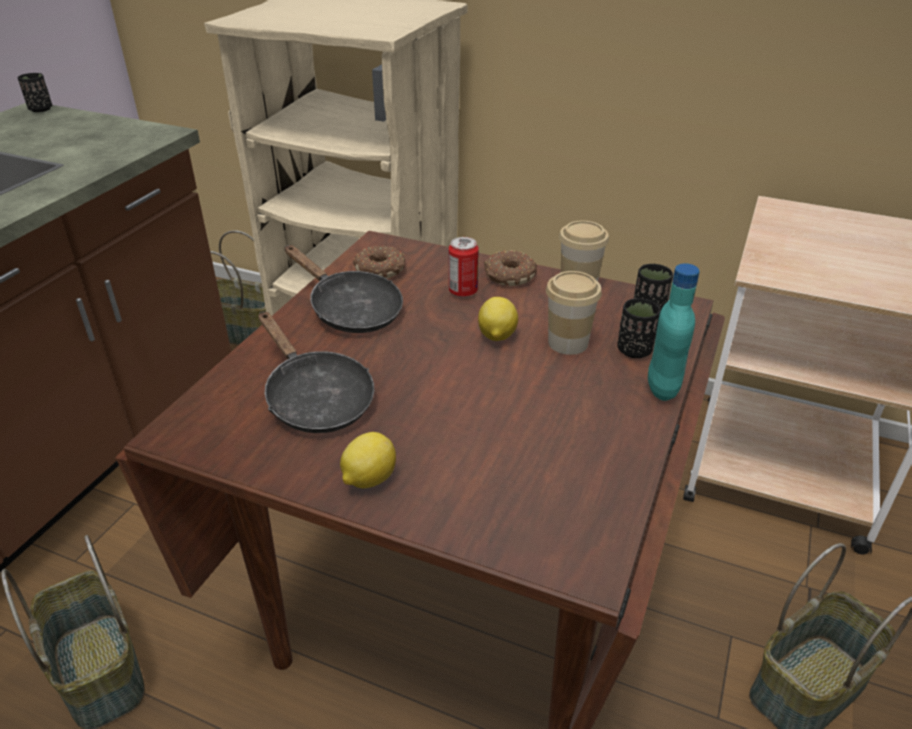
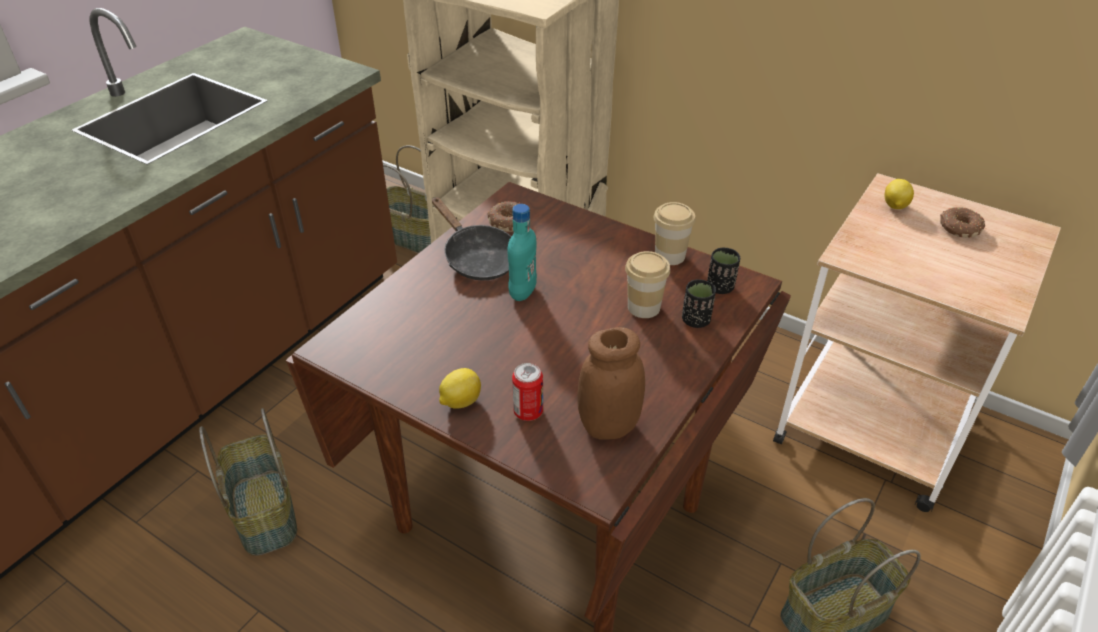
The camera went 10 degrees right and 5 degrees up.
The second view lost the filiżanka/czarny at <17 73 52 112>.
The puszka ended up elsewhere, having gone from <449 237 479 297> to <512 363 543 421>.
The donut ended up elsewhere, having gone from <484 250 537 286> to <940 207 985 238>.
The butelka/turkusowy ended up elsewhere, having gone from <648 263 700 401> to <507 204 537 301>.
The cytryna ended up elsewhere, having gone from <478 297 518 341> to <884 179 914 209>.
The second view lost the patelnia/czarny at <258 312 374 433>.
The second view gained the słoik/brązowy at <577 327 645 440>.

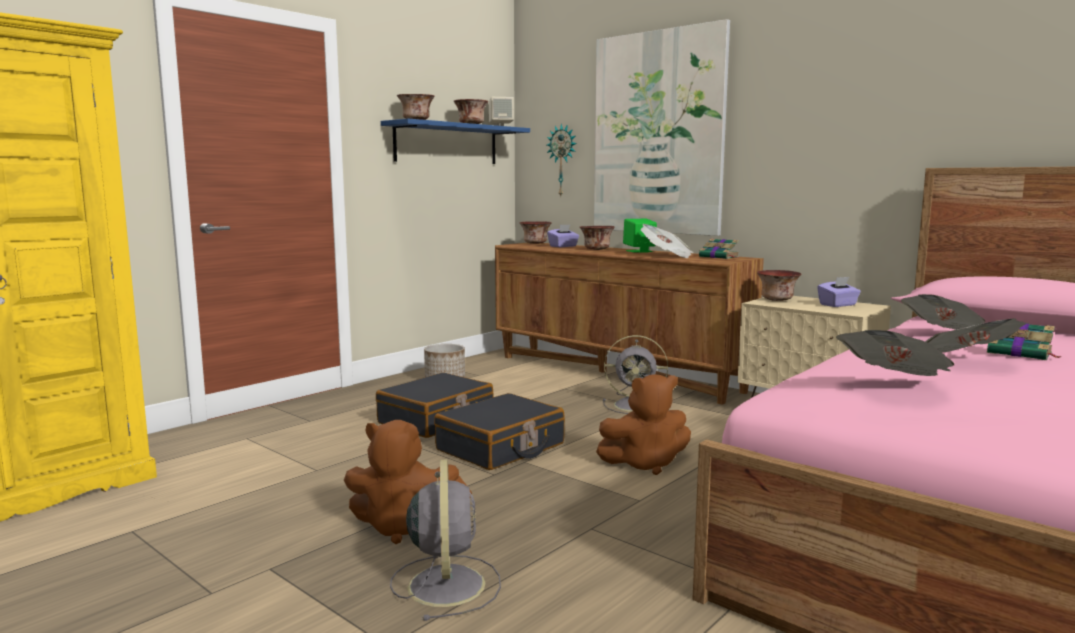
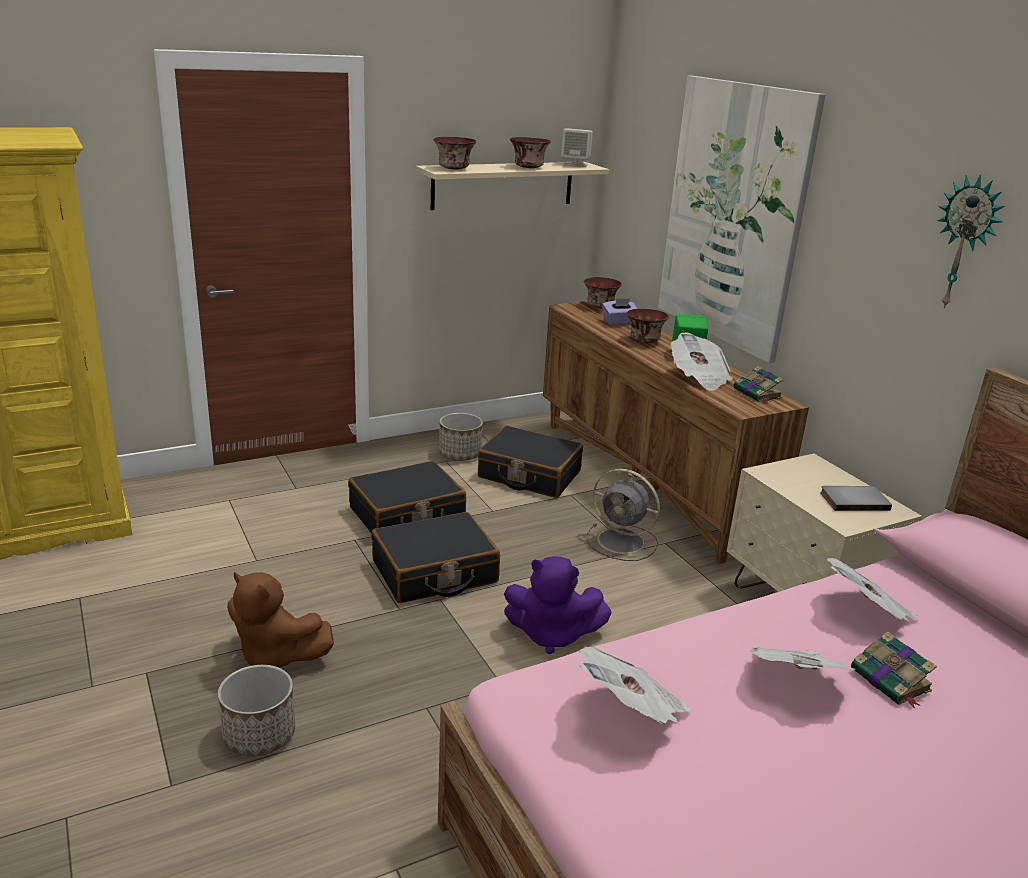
The camera went 20 degrees right and 15 degrees up.
What was the półka/niebieski at <381 119 530 164> turned into the półka/beżowy at <416 162 609 210>.
The zegar ścienny ended up elsewhere, having gone from <547 123 577 196> to <937 175 1005 309>.
The second view lost the miska at <757 270 801 301>.
Where the pudełko chusteczek/fioletowy stood at <817 277 861 307>, the książka/szary came to stand at <820 486 892 511>.
What was the pluszak/brązowy at <596 374 691 475> turned into the pluszak/fioletowy at <504 557 612 654>.
Where the wentylator/szary stood at <390 459 501 621>, the donica came to stand at <218 665 295 756>.
The second view gained the walizka/czarny at <478 426 583 498>.

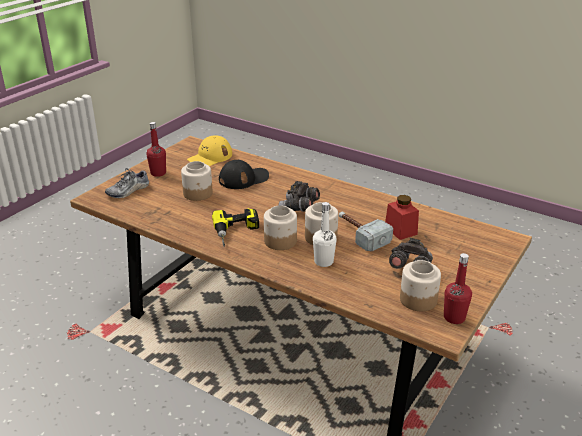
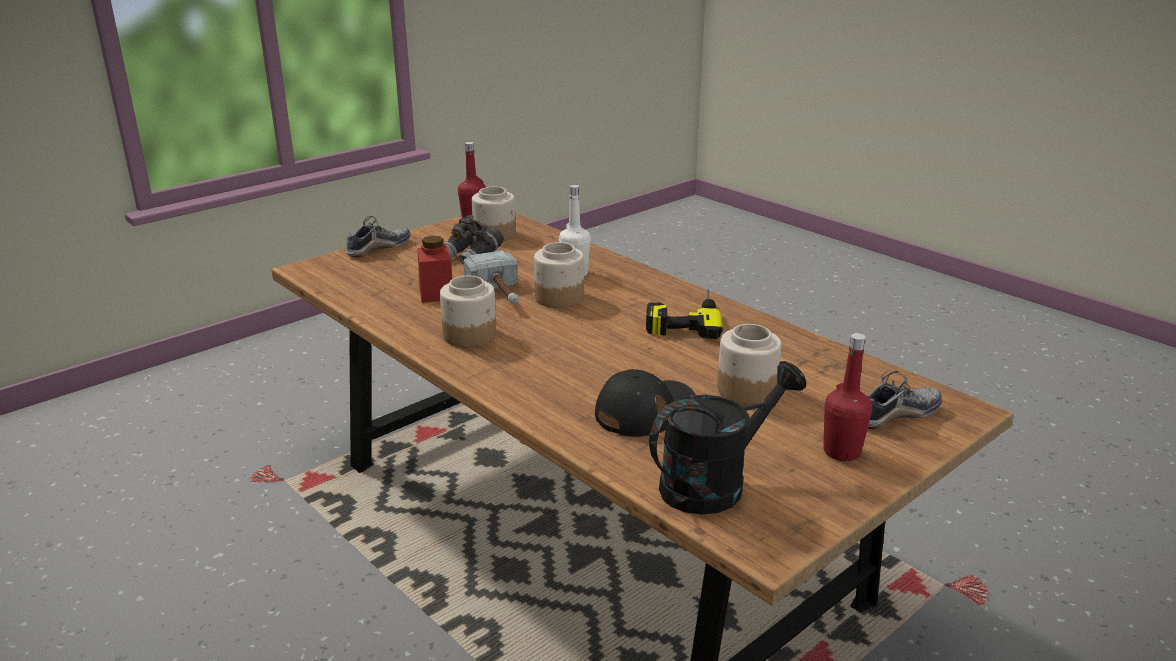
The camera went 165 degrees left and 5 degrees down.
Where the czapka z daszkiem/żółty stood at <187 135 232 166>, the konewka/czarny came to stand at <649 361 806 515>.
The czapka z daszkiem/czarny at <219 160 269 189> ended up facing another way, 150 degrees clockwise from before.
The second view lost the lornetka/szary at <279 181 320 212>.
The słoik ended up elsewhere, having gone from <264 205 297 250> to <440 276 496 347>.
The second view gained the but at <346 216 410 257>.

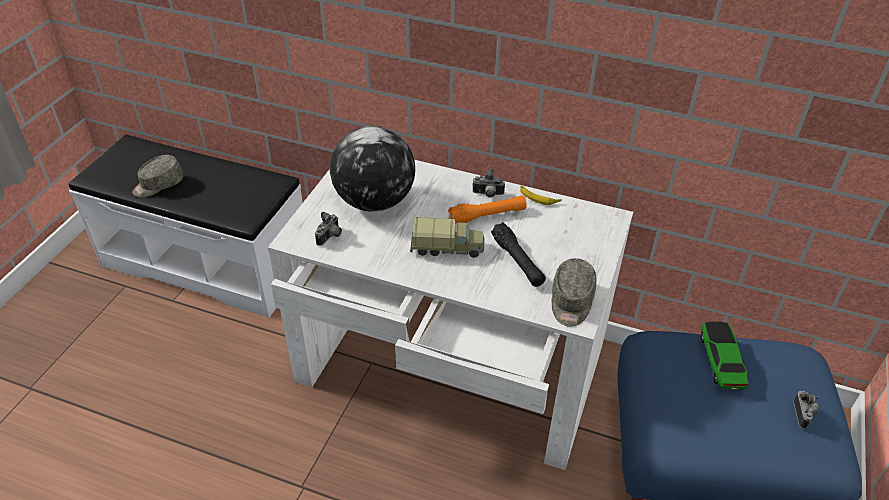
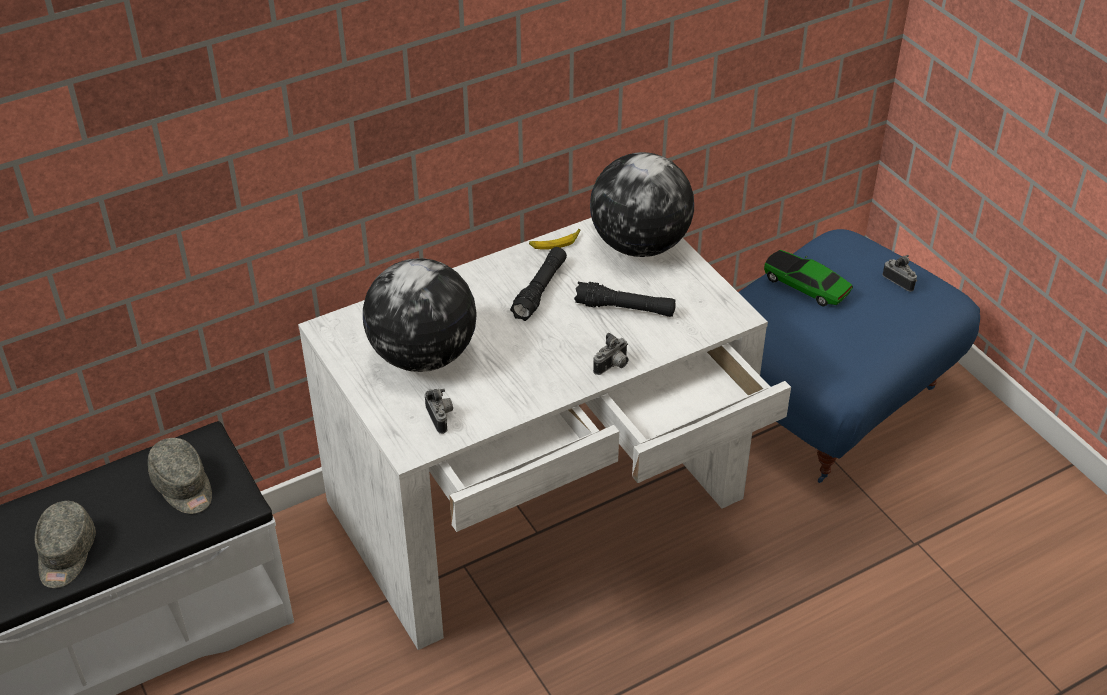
The camera went 50 degrees left and 0 degrees up.
The aparat fotograficzny ended up elsewhere, having gone from <472 169 505 197> to <593 333 629 375>.
What was the latarka/pomarańczowy at <448 196 527 224> turned into the latarka/czarny at <510 247 567 321>.
The second view lost the ciężarówka zabawkowa at <410 217 484 258>.
The czapka z daszkiem/szary ended up elsewhere, having gone from <552 258 596 327> to <148 438 212 514>.
The second view gained the globus at <590 152 694 257>.

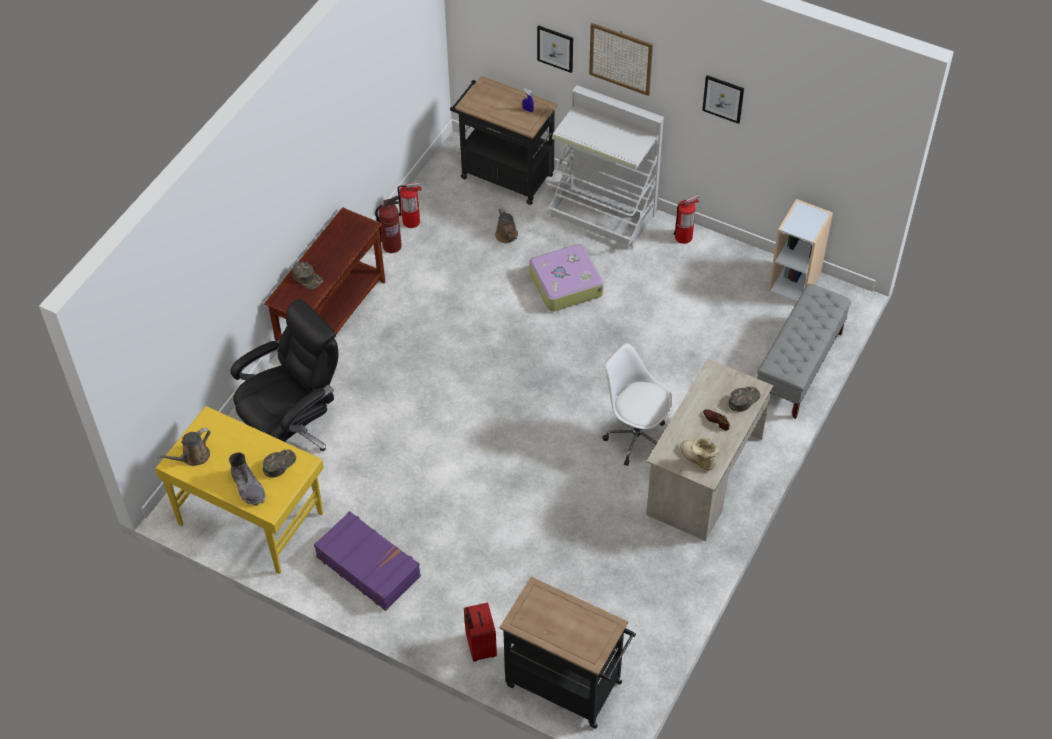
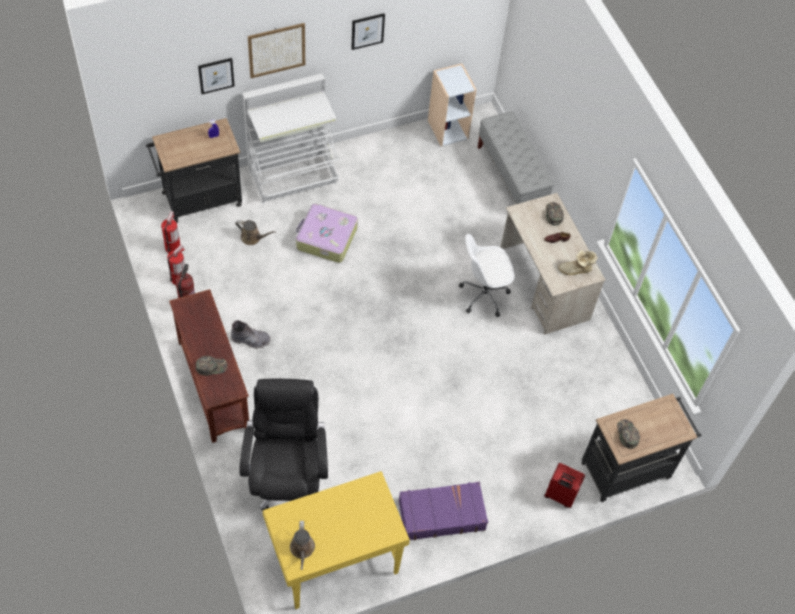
The camera went 55 degrees left and 5 degrees up.
The gaśnica ended up elsewhere, having gone from <673 195 699 244> to <161 211 180 253>.
The czapka z daszkiem/zielony ended up elsewhere, having gone from <263 449 296 478> to <617 419 640 449>.
The but z cholewką/szary ended up elsewhere, having gone from <229 452 265 506> to <231 320 271 349>.

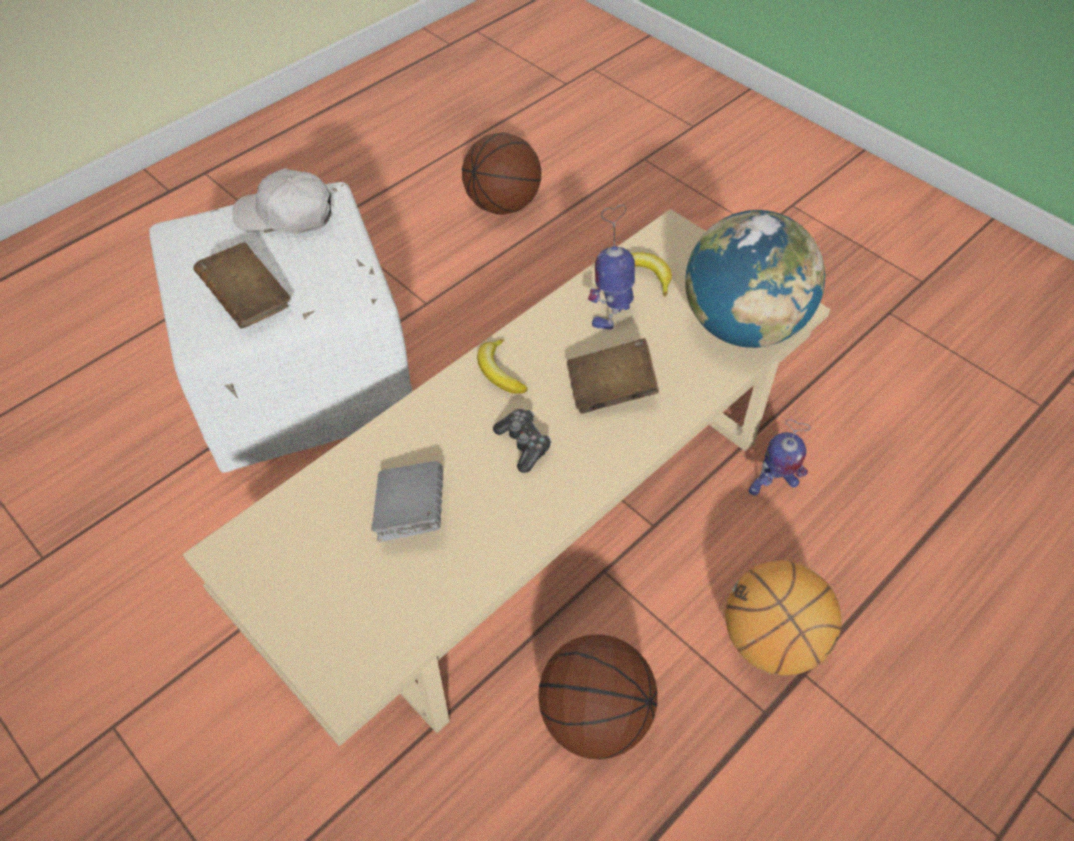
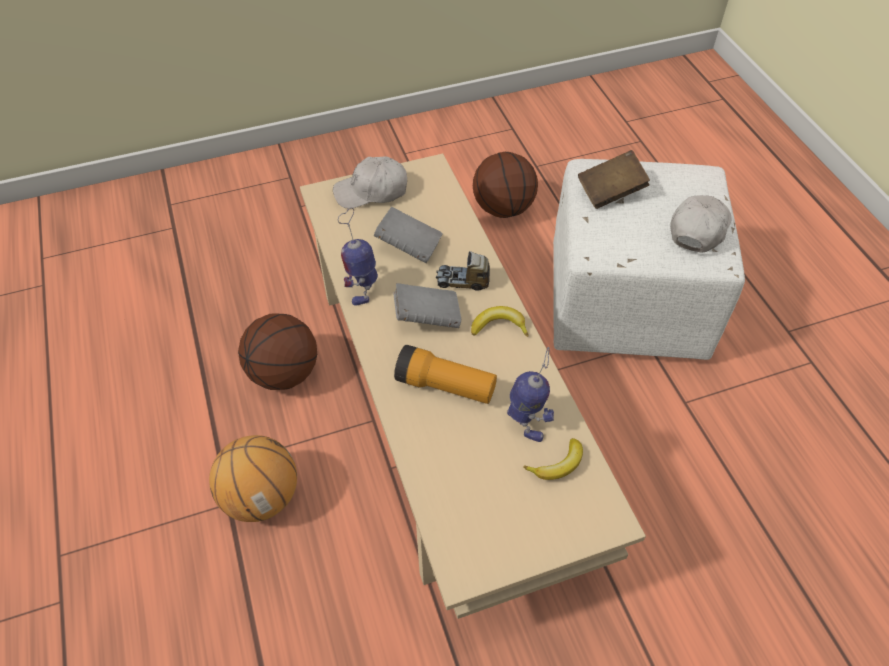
The camera went 115 degrees right and 0 degrees up.
The piłka do koszykówki ended up elsewhere, having gone from <462 133 541 215> to <473 152 538 218>.
The second view lost the globus at <685 210 825 348>.
Where the książka/brązowy stood at <567 338 659 413>, the latarka came to stand at <394 345 497 404>.
Where the pad do gier stood at <493 409 551 473>, the książka/szary came to stand at <393 283 461 328>.
The robot zabawkowy ended up elsewhere, having gone from <749 419 811 496> to <338 208 378 305>.
The second view gained the czapka z daszkiem/biały at <333 156 407 209>.
The second view gained the ciężarówka zabawkowa at <436 251 490 290>.

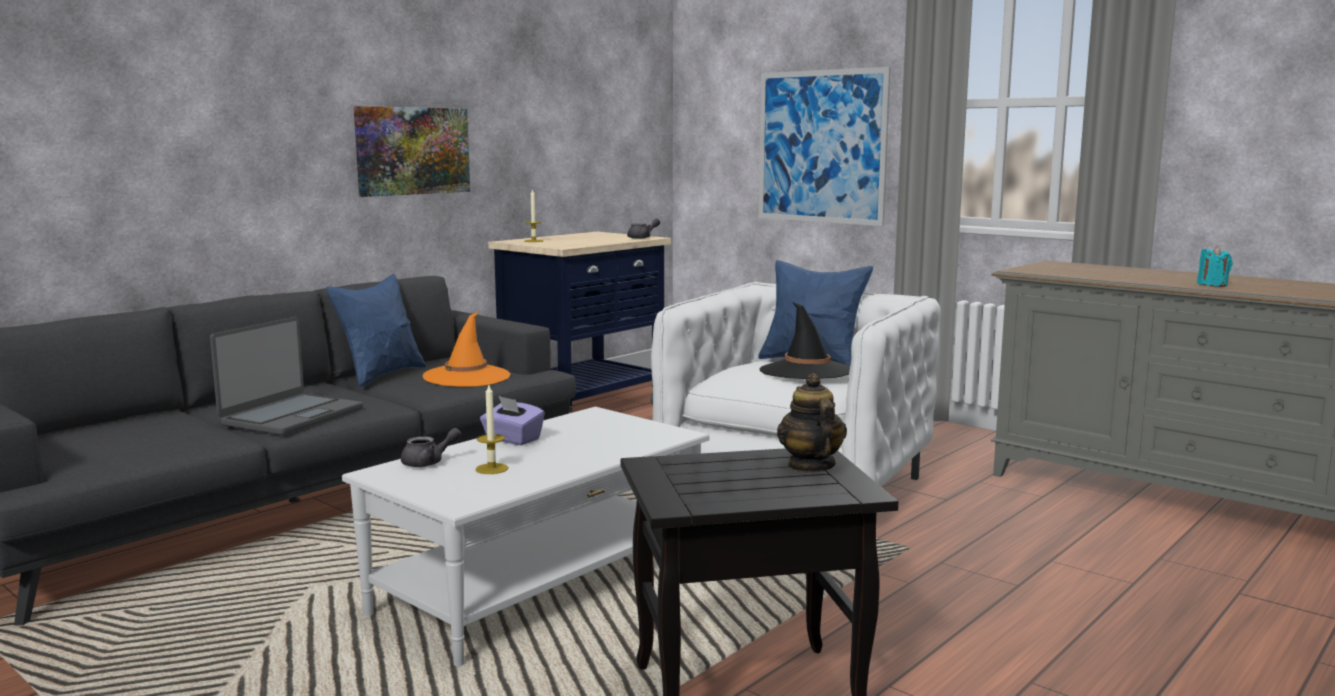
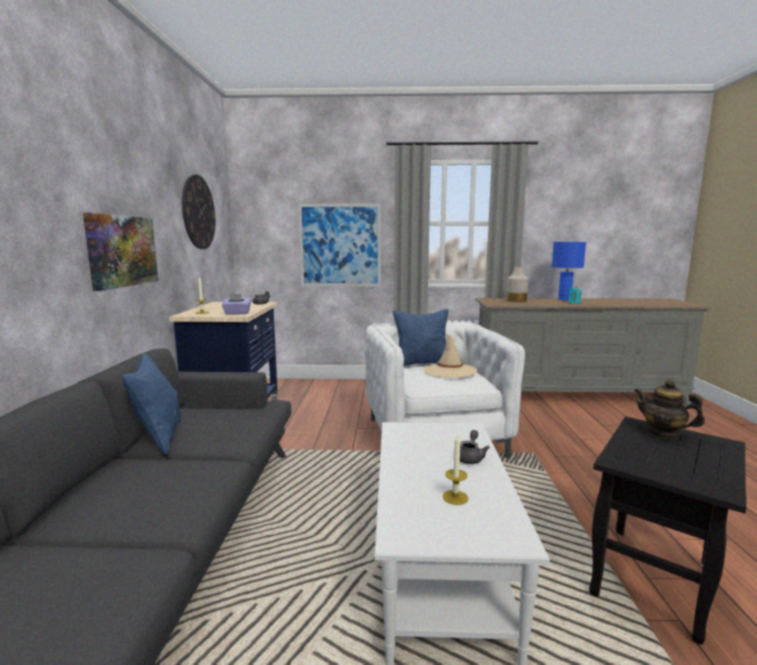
The camera went 40 degrees left and 0 degrees up.
What was the kapelusz/czarny at <759 301 850 379> turned into the kapelusz/beżowy at <423 334 477 378>.
The second view lost the kapelusz/pomarańczowy at <423 312 510 387>.
The second view lost the laptop at <210 317 363 435>.
The pudełko chusteczek/fioletowy ended up elsewhere, having gone from <480 396 545 445> to <222 294 251 315>.
The imbryk/szary ended up elsewhere, having gone from <401 428 462 467> to <460 430 490 464>.
The second view gained the zegar ścienny at <182 174 215 249>.
The second view gained the lampa stołowa/niebieski at <552 242 586 300>.
The second view gained the wazon/beżowy at <506 267 528 302>.

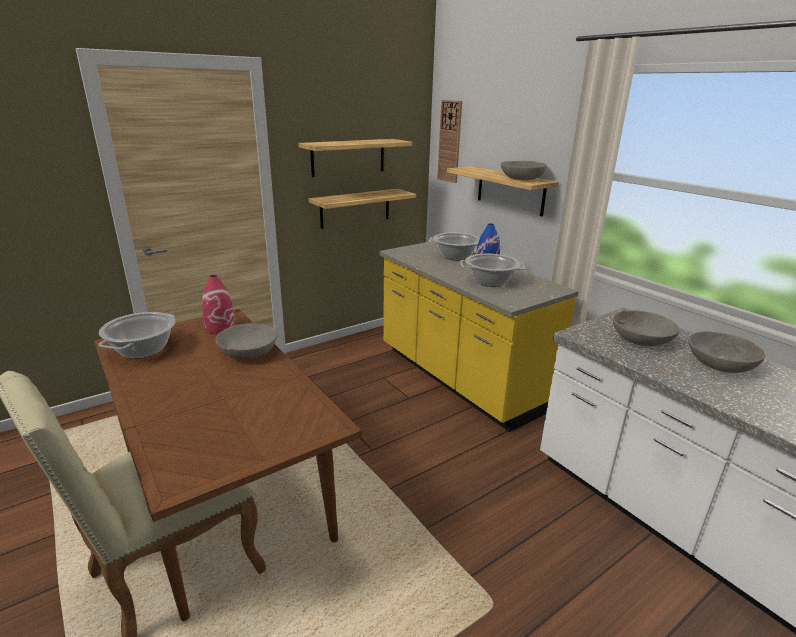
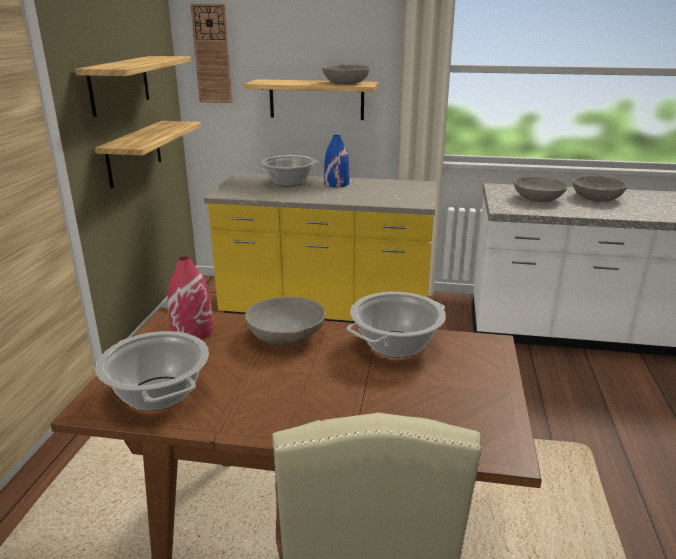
The camera went 45 degrees left and 0 degrees up.
The garnek ended up elsewhere, having gone from <460 254 525 287> to <347 292 446 358>.

